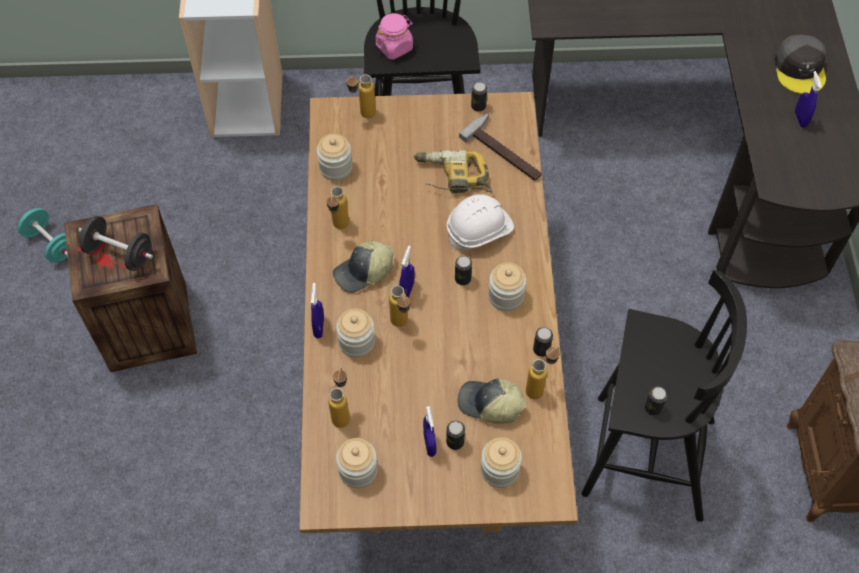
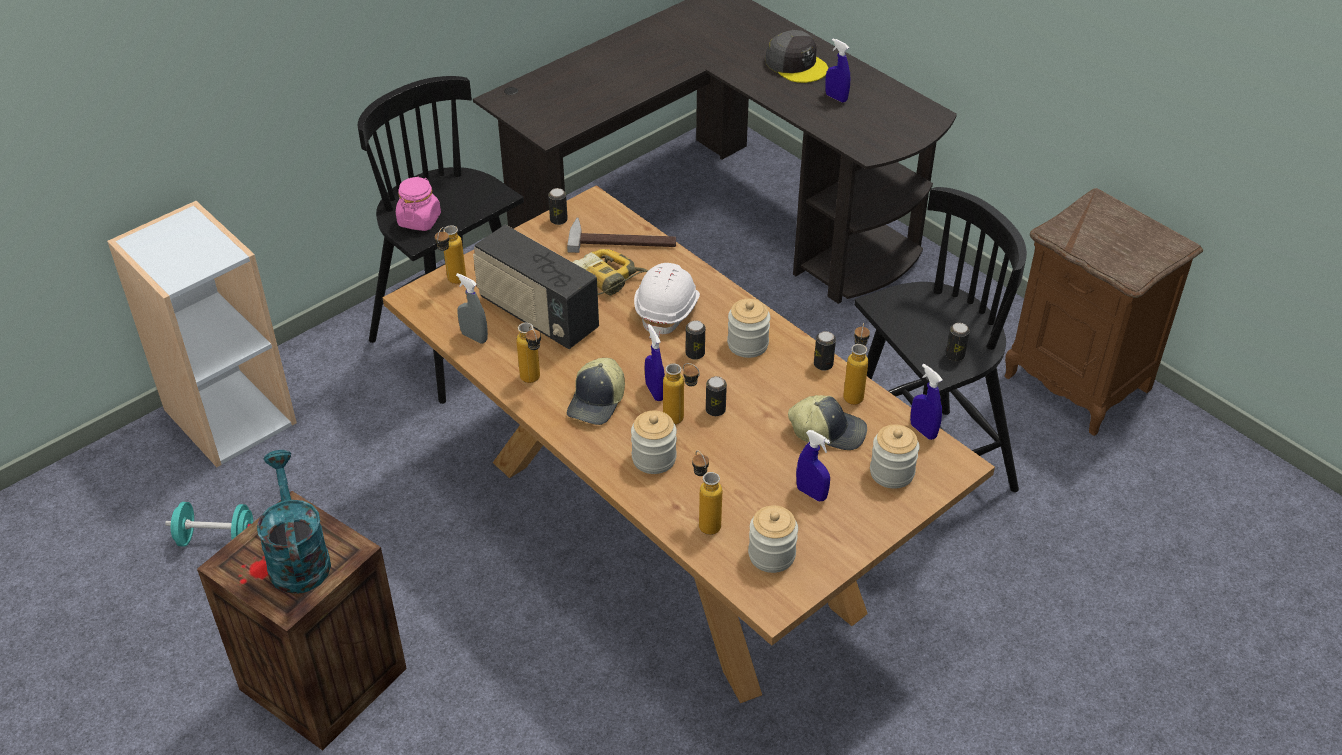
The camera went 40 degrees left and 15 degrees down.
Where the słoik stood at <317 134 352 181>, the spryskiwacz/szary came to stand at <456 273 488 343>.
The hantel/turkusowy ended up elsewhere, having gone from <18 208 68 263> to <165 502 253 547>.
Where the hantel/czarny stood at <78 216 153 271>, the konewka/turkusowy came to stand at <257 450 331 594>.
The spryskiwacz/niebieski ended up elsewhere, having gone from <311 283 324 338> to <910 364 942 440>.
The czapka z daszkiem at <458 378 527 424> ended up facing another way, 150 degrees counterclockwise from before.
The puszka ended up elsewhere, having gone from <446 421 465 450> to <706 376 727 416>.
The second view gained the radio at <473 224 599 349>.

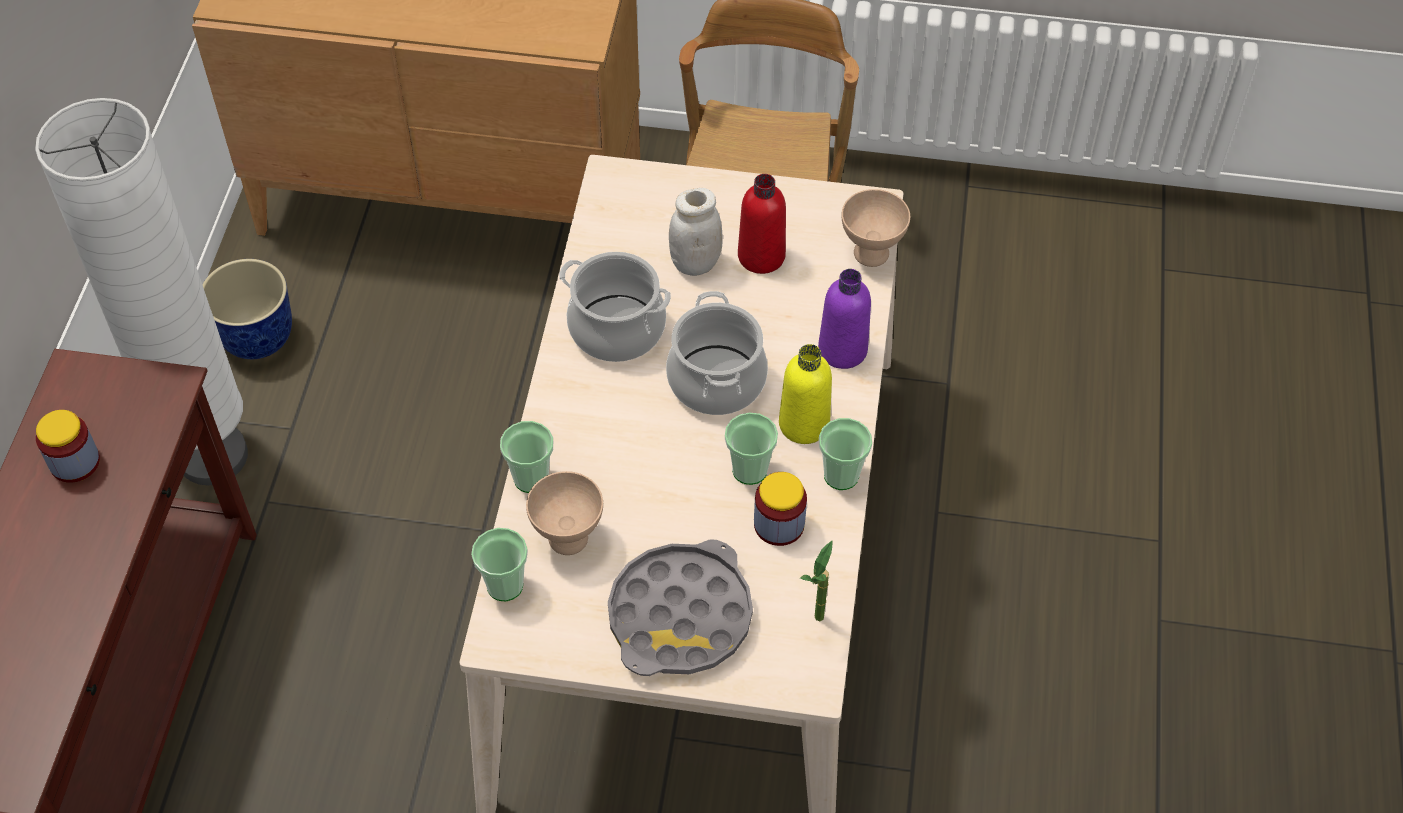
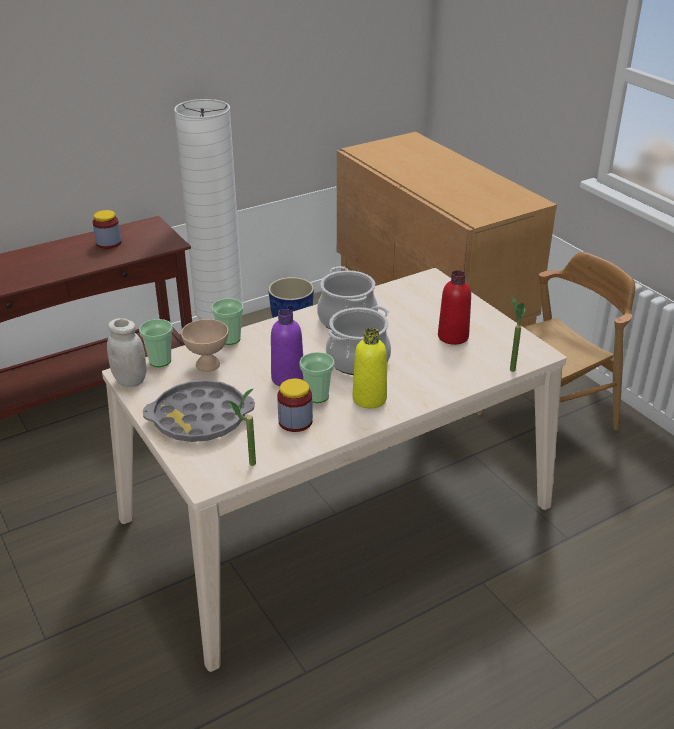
The camera went 50 degrees right and 20 degrees down.
The słoik/biały ended up elsewhere, having gone from <669 188 723 276> to <107 318 146 387>.
Where the miska/beżowy stood at <841 189 910 267>, the roślina doniczkowa came to stand at <510 295 525 372>.
The butelka/fioletowy ended up elsewhere, having gone from <818 269 871 369> to <271 309 304 386>.
The second view lost the filiżanka at <819 418 872 490>.

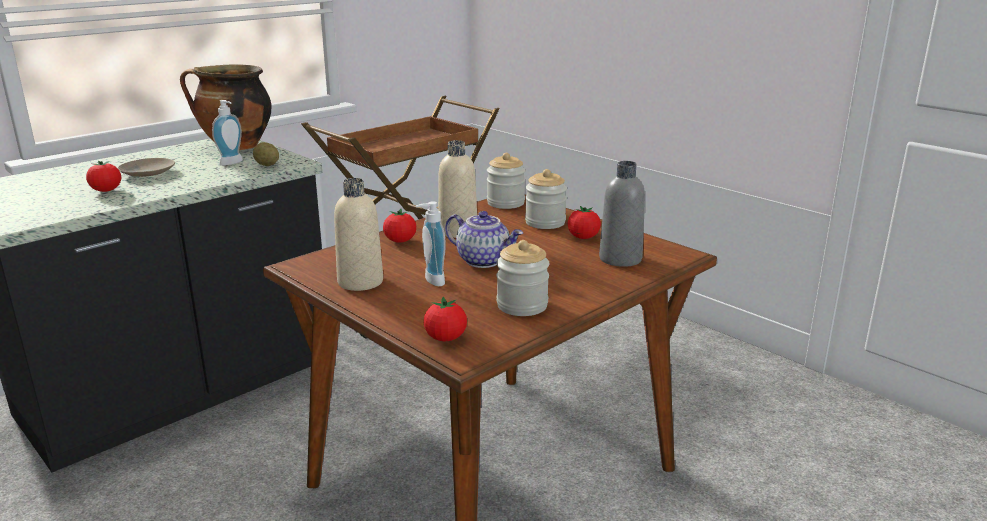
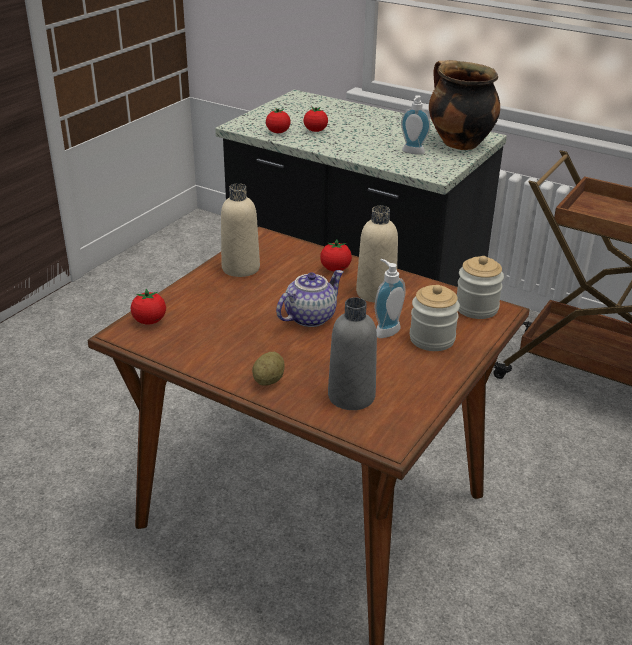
The camera went 75 degrees right and 10 degrees up.
The ziemniak ended up elsewhere, having gone from <253 142 279 166> to <252 352 285 385>.
The second view lost the talerz/beżowy at <118 158 175 177>.
The dozownik mydła ended up elsewhere, having gone from <416 201 446 286> to <375 259 406 338>.
The pomidor ended up elsewhere, having gone from <568 206 601 239> to <266 108 291 133>.
The imbryk at <445 211 523 268> ended up facing another way, 150 degrees counterclockwise from before.
The second view lost the słoik at <496 240 550 316>.

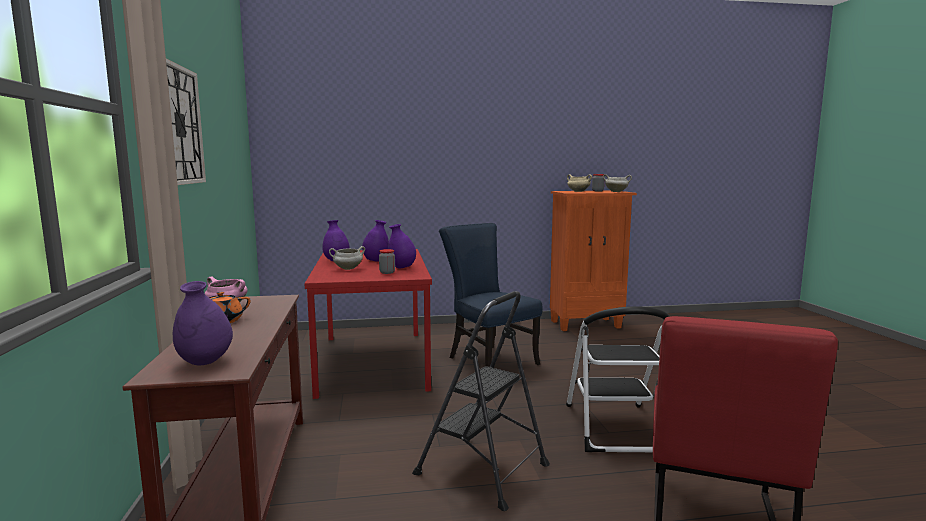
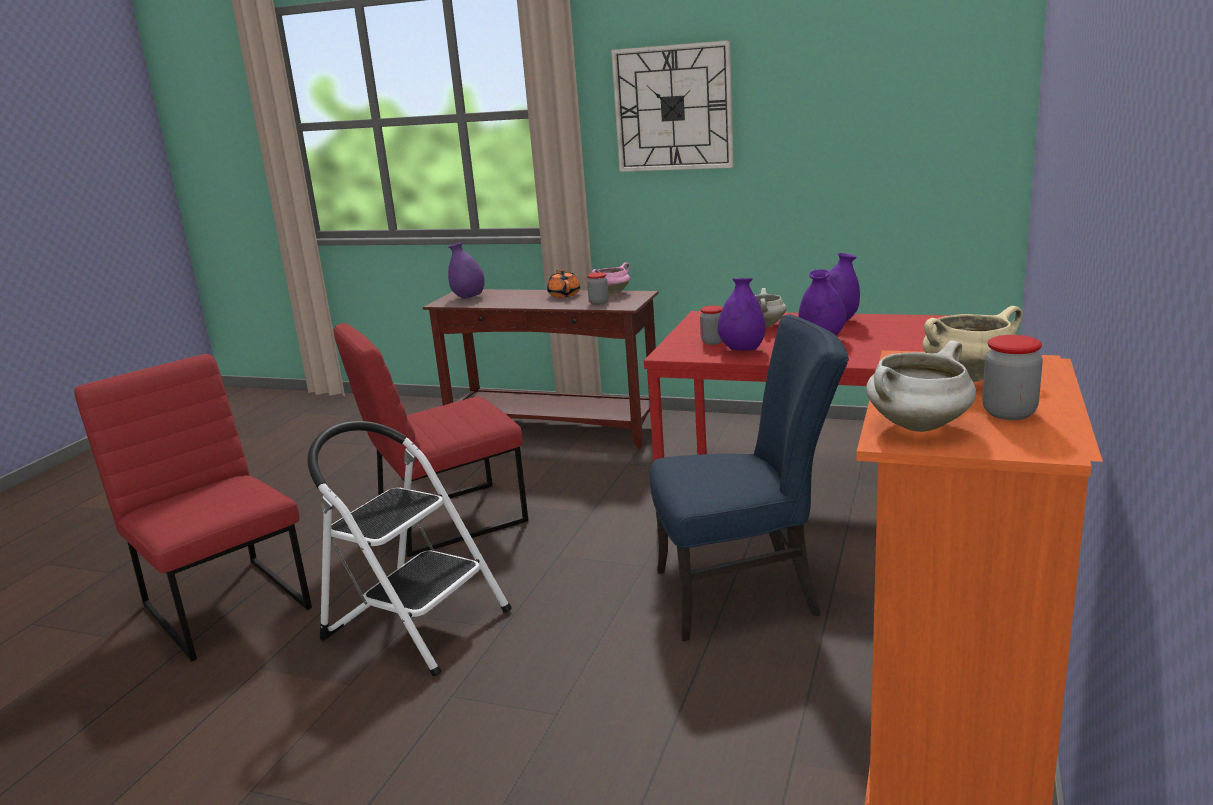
The camera went 120 degrees right and 10 degrees up.
Where the drabinka/czarny stood at <412 291 550 511>, the krzesło/czerwony came to stand at <334 323 528 557>.
The second view gained the słoik at <587 272 609 305>.

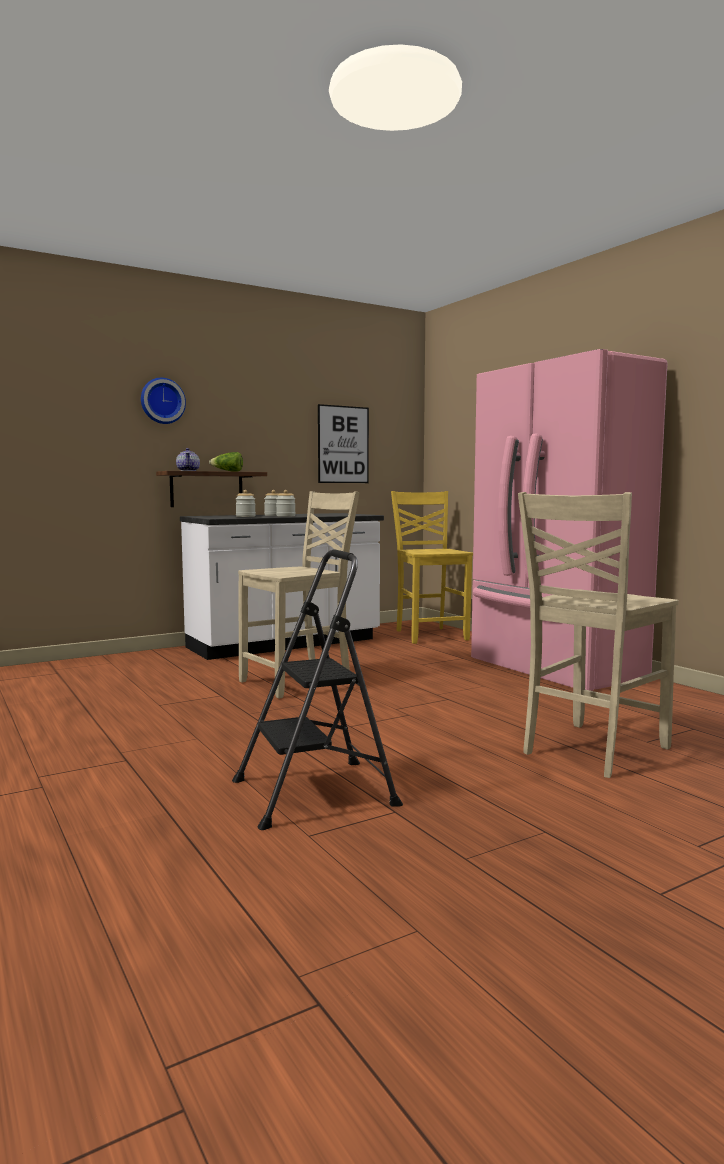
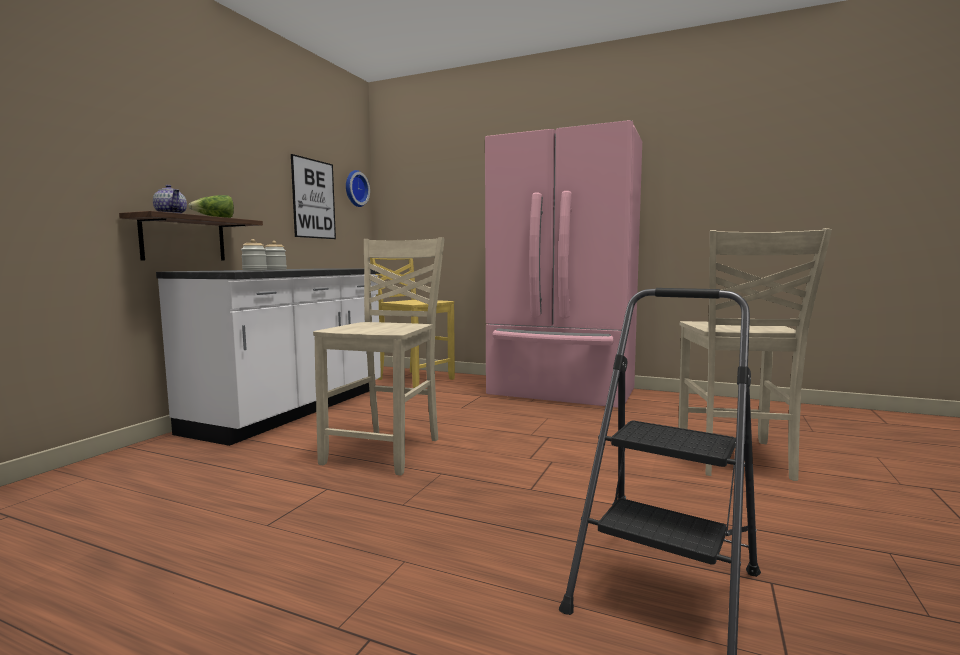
The camera went 35 degrees left and 0 degrees up.
The zegar ścienny ended up elsewhere, having gone from <141 378 186 424> to <346 170 370 207>.
The second view lost the słoik at <276 490 296 517>.

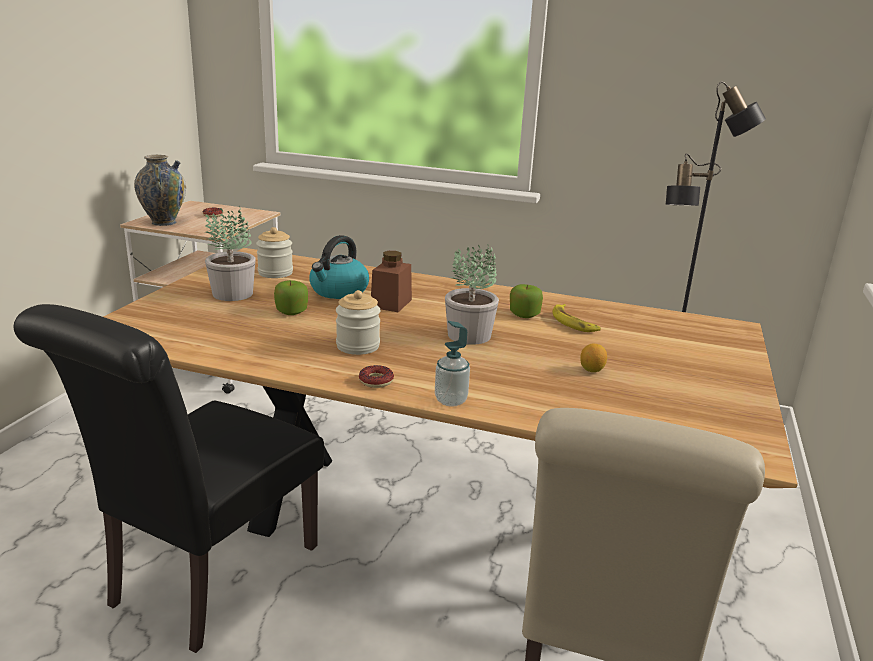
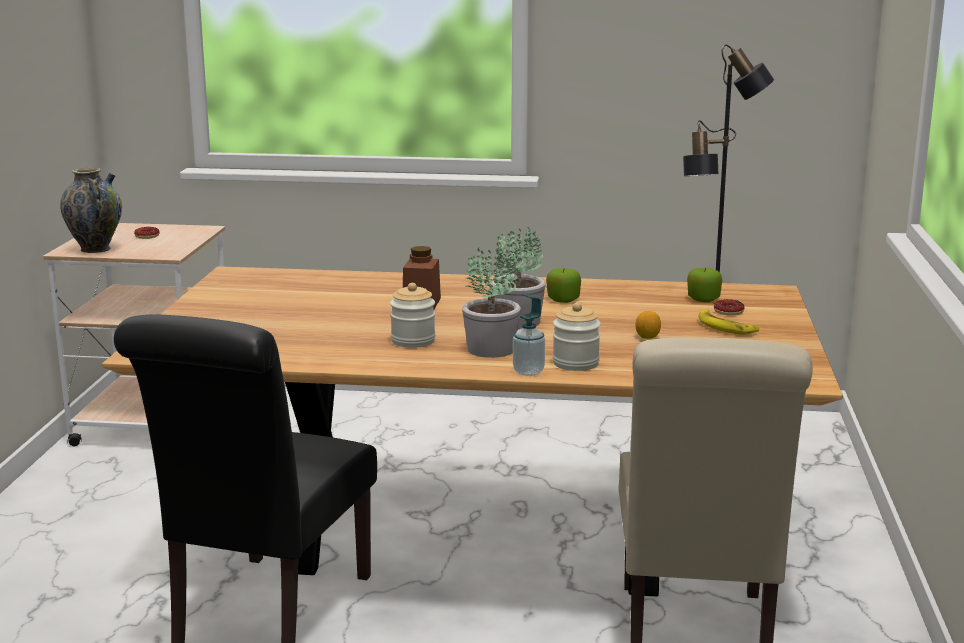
The camera went 10 degrees left and 5 degrees down.
The roślina doniczkowa ended up elsewhere, having gone from <205 206 256 301> to <462 243 521 358>.
The słoik ended up elsewhere, having gone from <256 227 293 278> to <552 302 601 371>.
The second view lost the czajnik at <309 235 369 299>.
The jabłko ended up elsewhere, having gone from <274 280 308 315> to <687 267 722 302>.
The banan ended up elsewhere, having gone from <552 304 601 332> to <698 310 759 334>.
The donut ended up elsewhere, having gone from <359 365 394 388> to <714 299 744 316>.

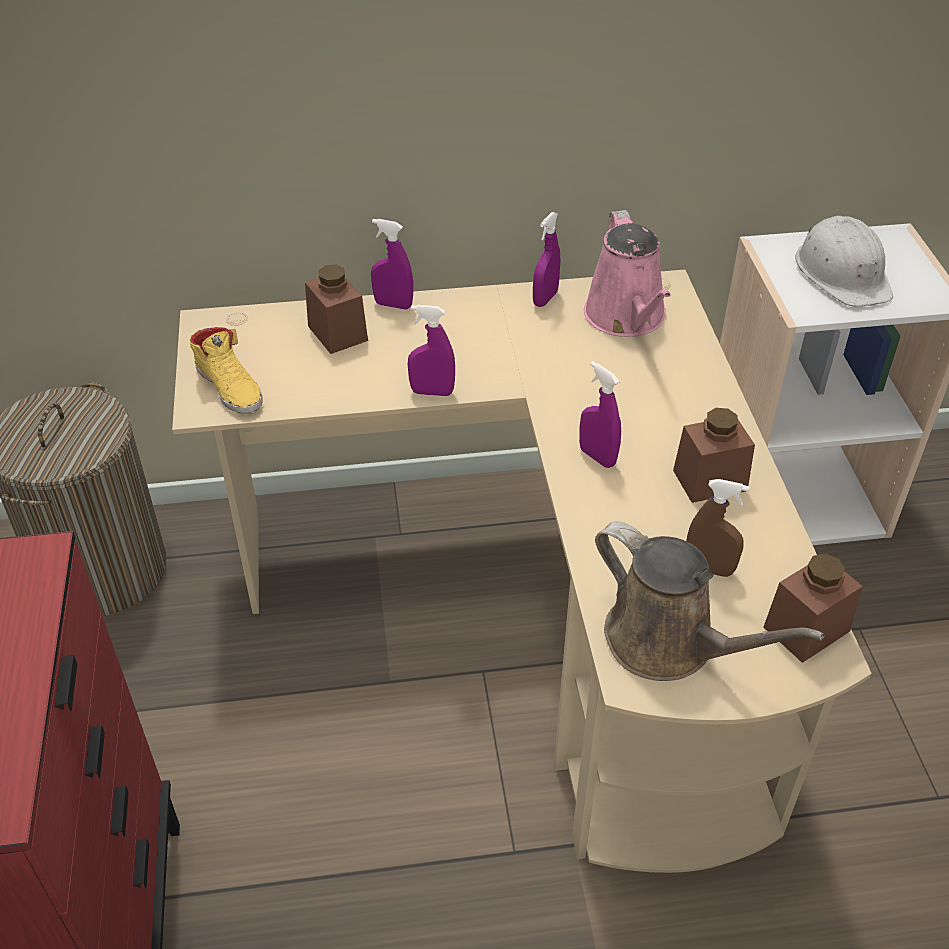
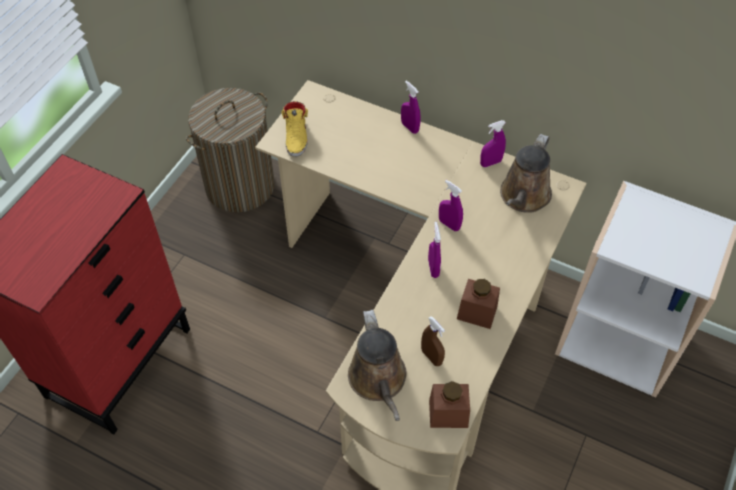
The camera went 35 degrees right and 10 degrees up.
What was the konewka/różowy at <584 210 671 337> turned into the konewka/brązowy at <500 134 552 213>.
The second view lost the kask/biały at <795 216 893 307>.
The second view lost the słoik/brązowy at <305 264 368 354>.
The spryskiwacz/fioletowy ended up elsewhere, having gone from <408 305 455 396> to <439 180 463 231>.

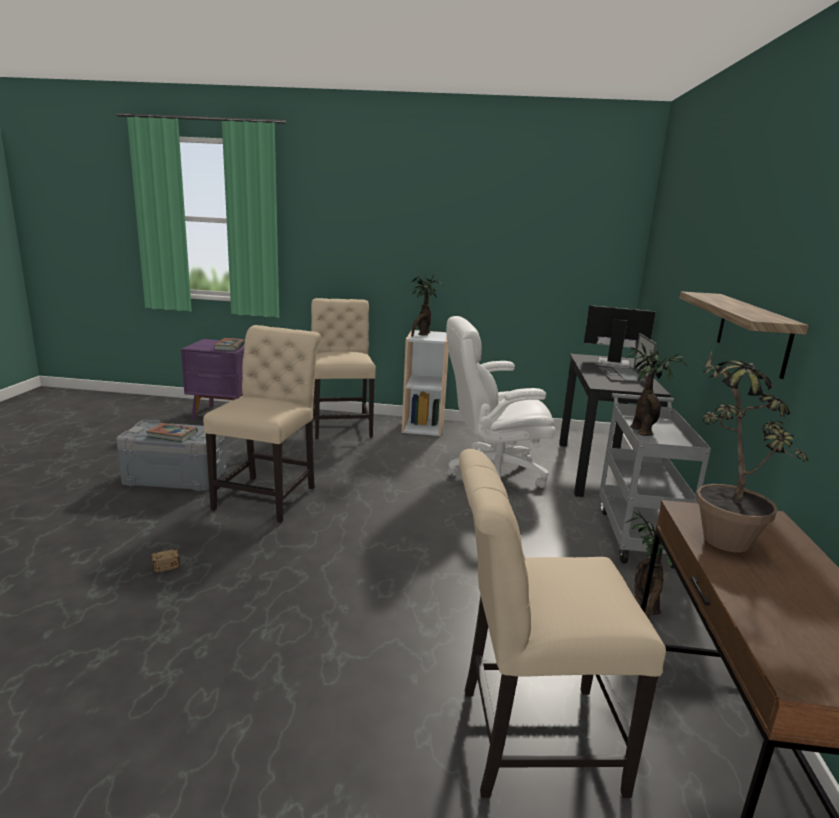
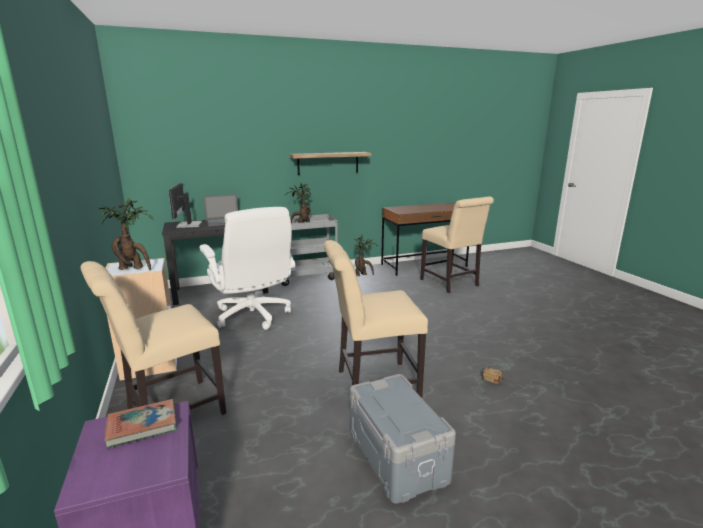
The camera went 115 degrees left and 0 degrees up.
The second view lost the roślina doniczkowa at <696 351 808 553>.
The second view lost the książka at <146 423 198 442>.

